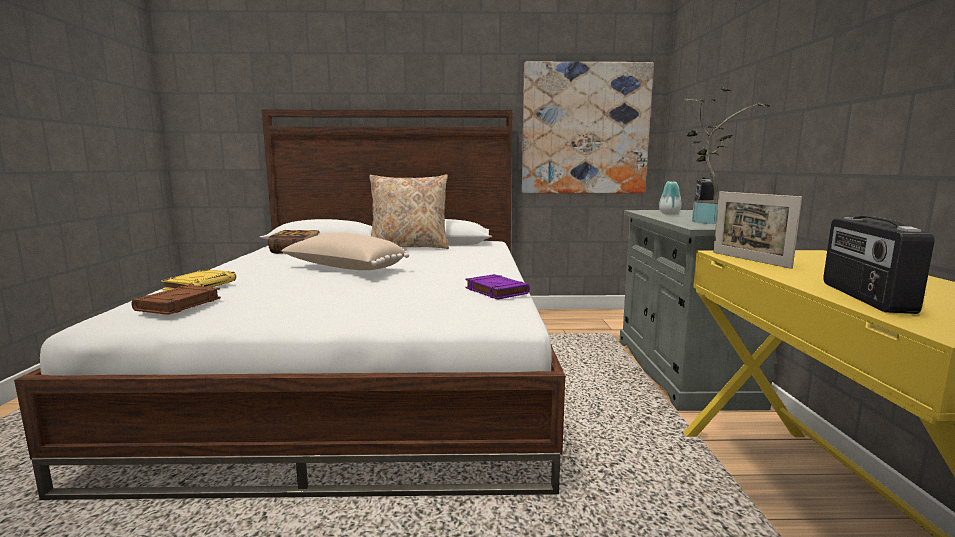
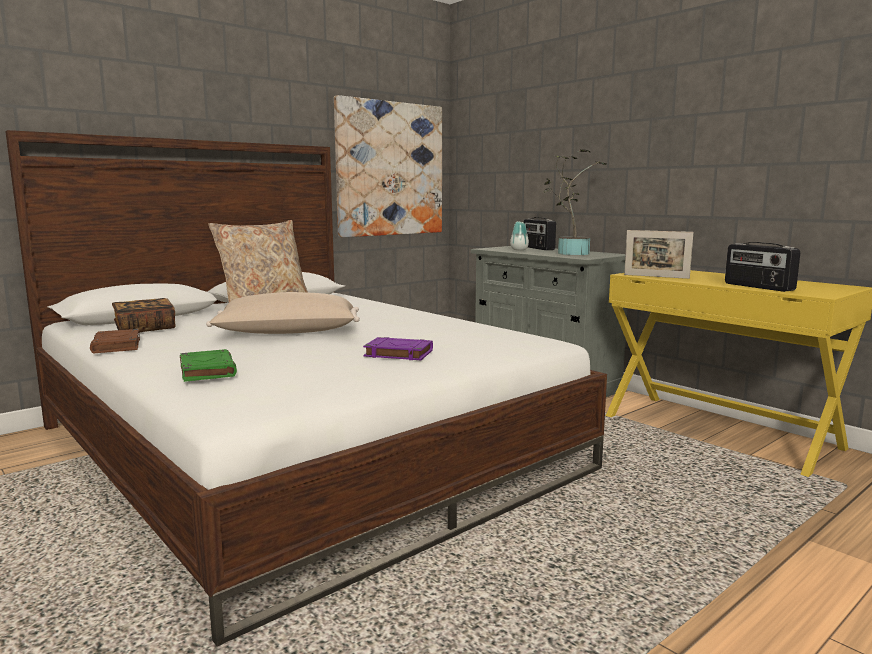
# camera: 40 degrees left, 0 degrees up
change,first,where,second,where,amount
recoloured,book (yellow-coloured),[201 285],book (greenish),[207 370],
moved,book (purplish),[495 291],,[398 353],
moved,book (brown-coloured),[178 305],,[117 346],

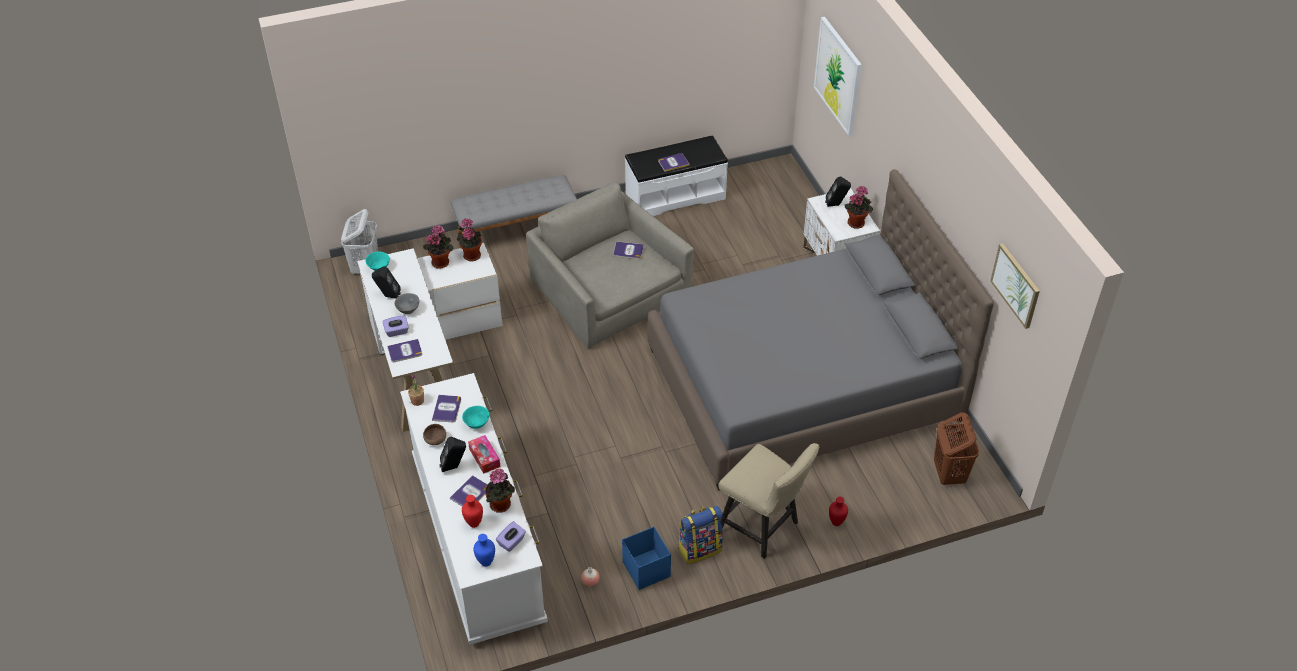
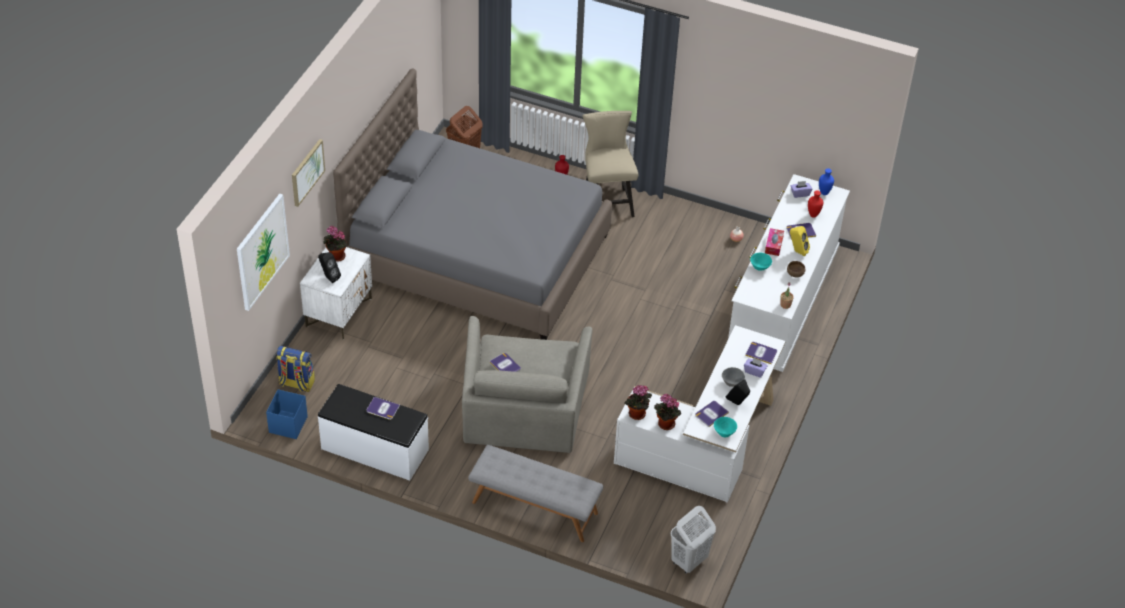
# camera: 140 degrees left, 0 degrees up
change,first,where,second,where,amount
moved,picture,[1016 285],,[307 172],
moved,book,[447 409],,[711 414],
recoloured,loudspeaker (black),[454 467],loudspeaker (yellow-coloured),[797 251],
removed,potted plant,[501 506],,,
moved,knapsack,[699 549],,[296 383],
moved,storage container (bluish),[646 569],,[287 425],

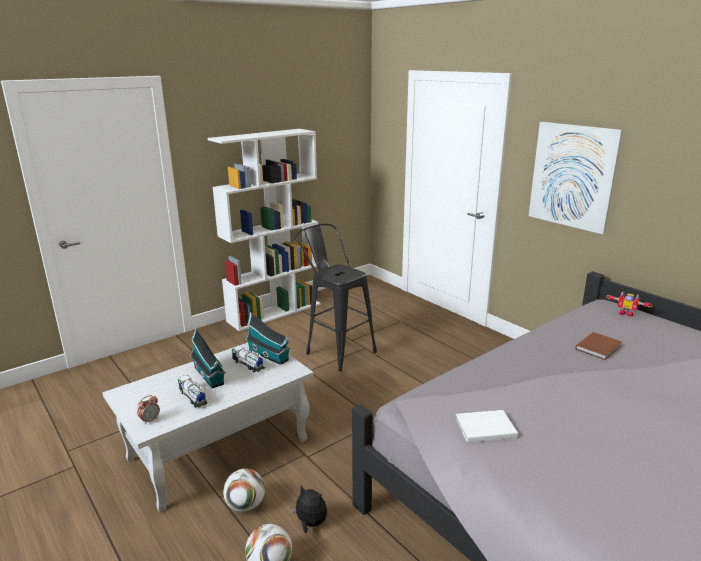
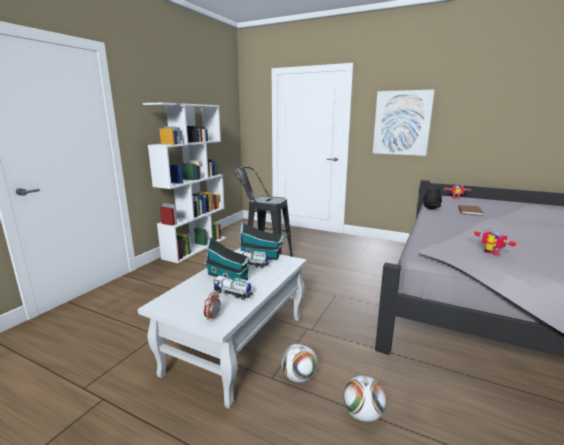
# camera: 25 degrees left, 5 degrees down
change,first,where,second,where,amount
replaced,book (white),[483 428],toy robot,[490 253],
moved,soft toy,[310 523],,[431 209],

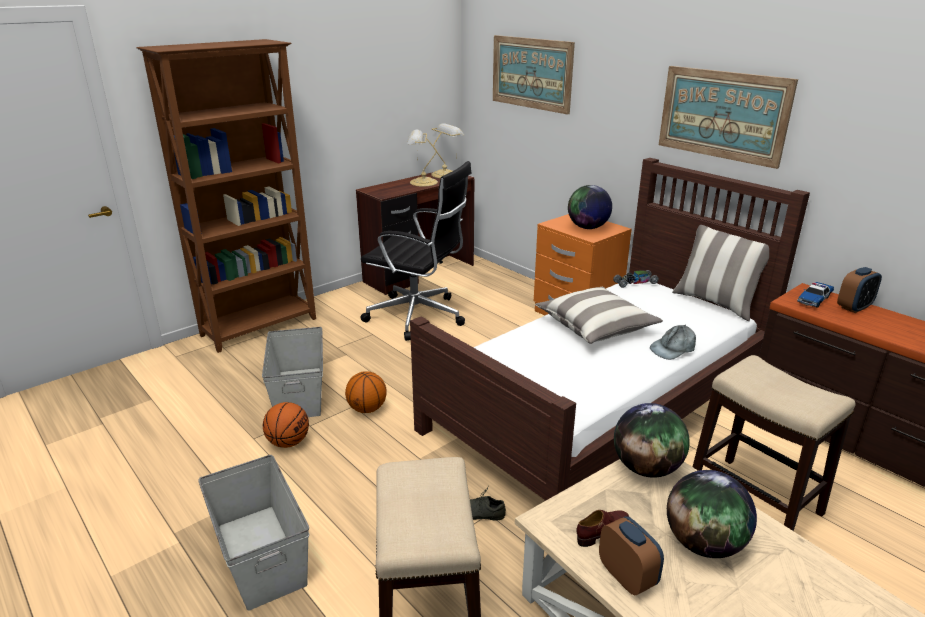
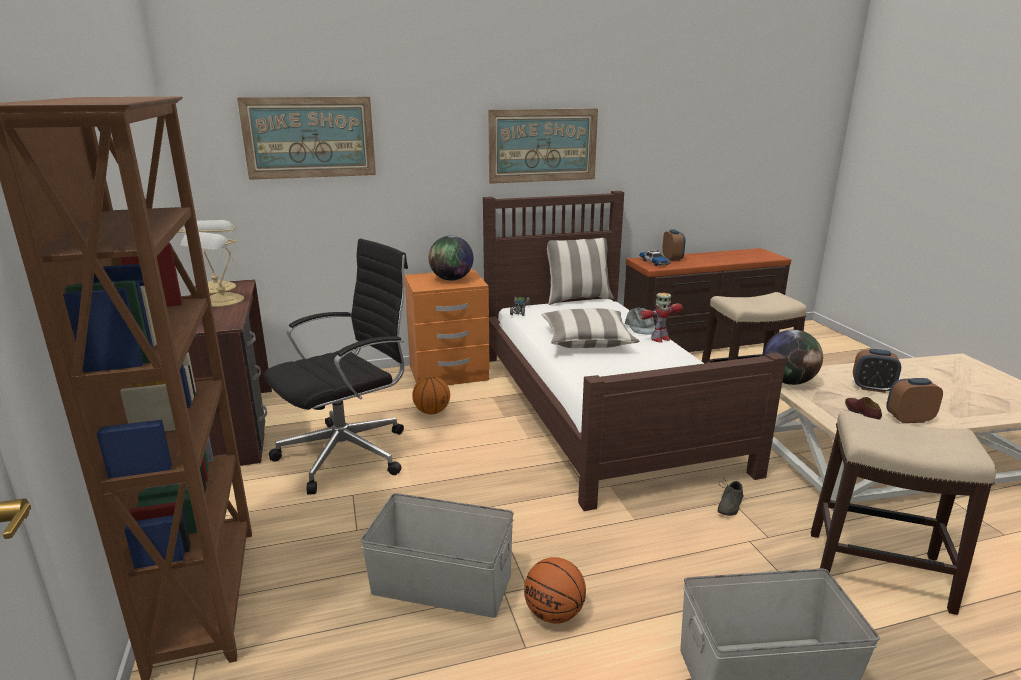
# camera: 65 degrees left, 5 degrees down
change,first,where,second,where,amount
moved,basketball ball,[367 409],,[432 412],
replaced,desk globe,[704 544],alarm clock,[872 388],
added,,,toy robot,[659 339],

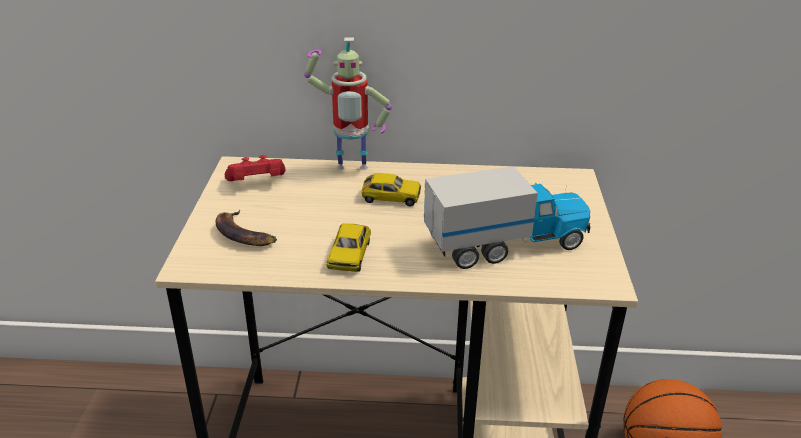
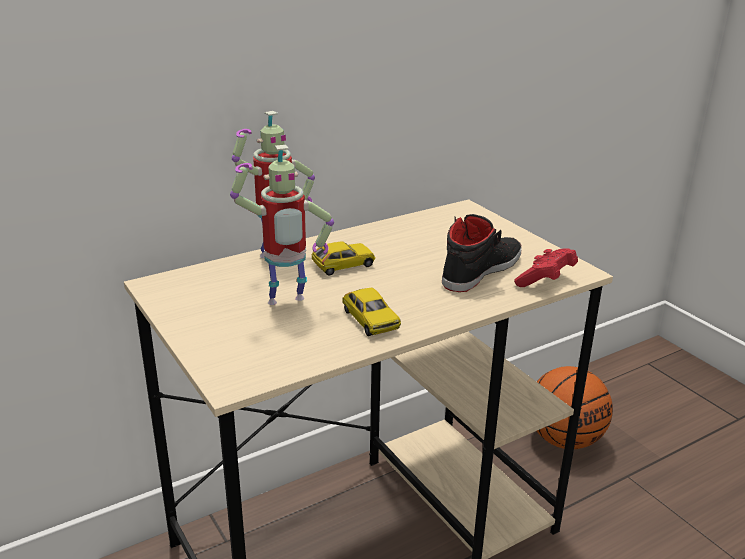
# camera: 35 degrees left, 5 degrees down
change,first,where,second,where,amount
moved,joypad (red-coloured),[256 183],,[545 281],
replaced,toy truck,[506 244],shoe (black),[481 269],
removed,whole banana,[244 234],,,
added,,,toy robot,[286 303],

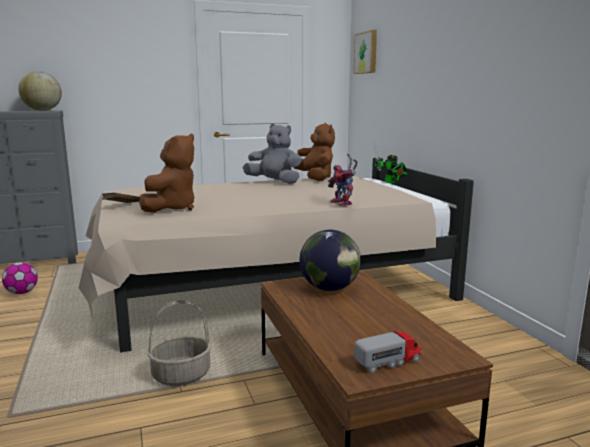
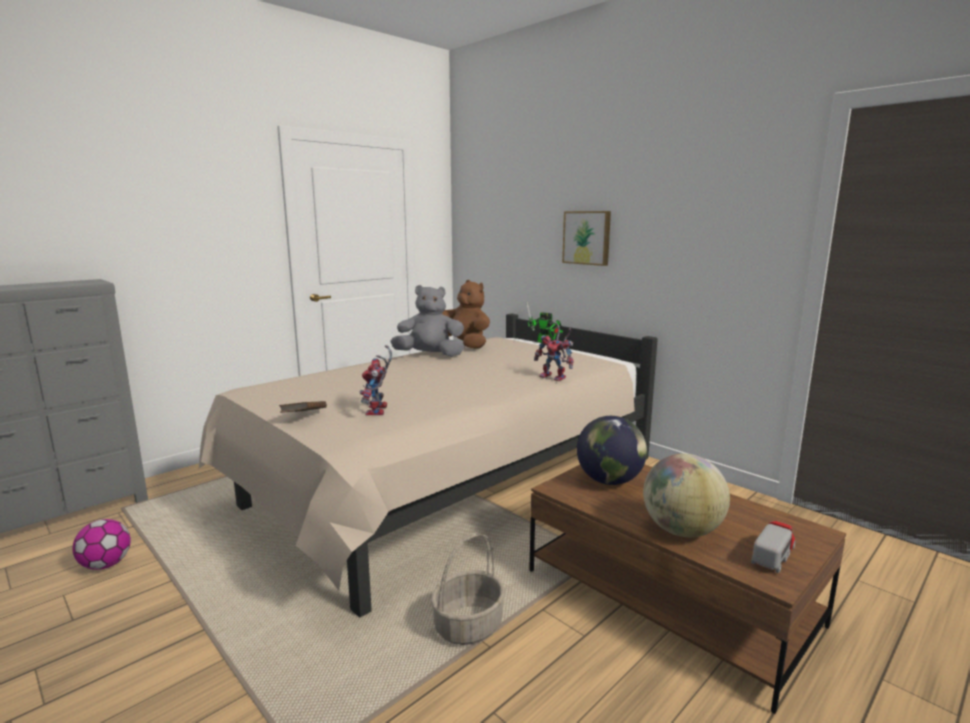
# camera: 25 degrees left, 0 degrees up
change,first,where,second,where,amount
moved,picture,[366 52],,[587 237],
moved,desk globe,[42 110],,[681 530],
replaced,soft toy (brown-coloured),[172 208],toy robot,[378 411],

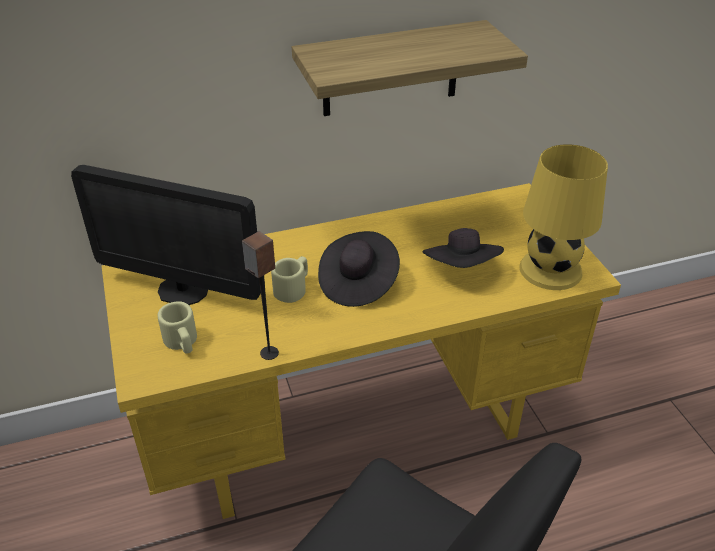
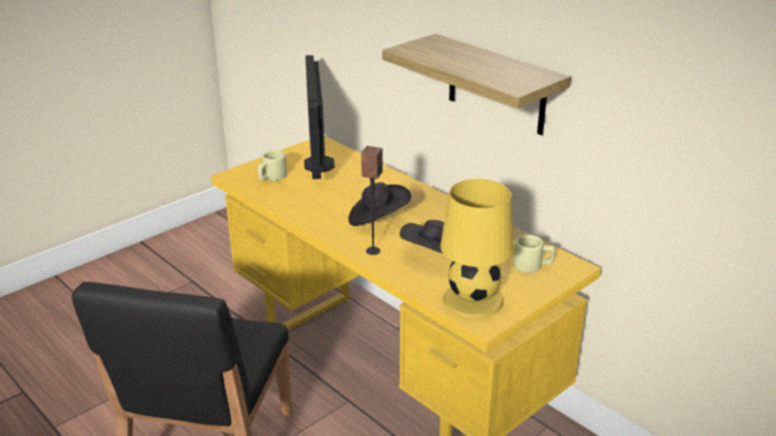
# camera: 65 degrees right, 10 degrees down
change,first,where,second,where,amount
moved,loudspeaker,[269 353],,[372 251],
moved,tea mug (beige),[293 288],,[532 266],

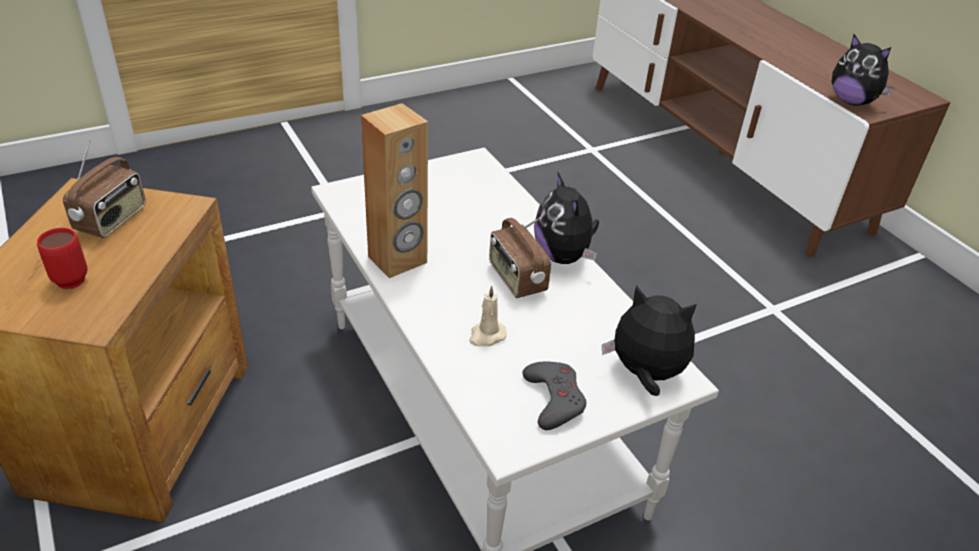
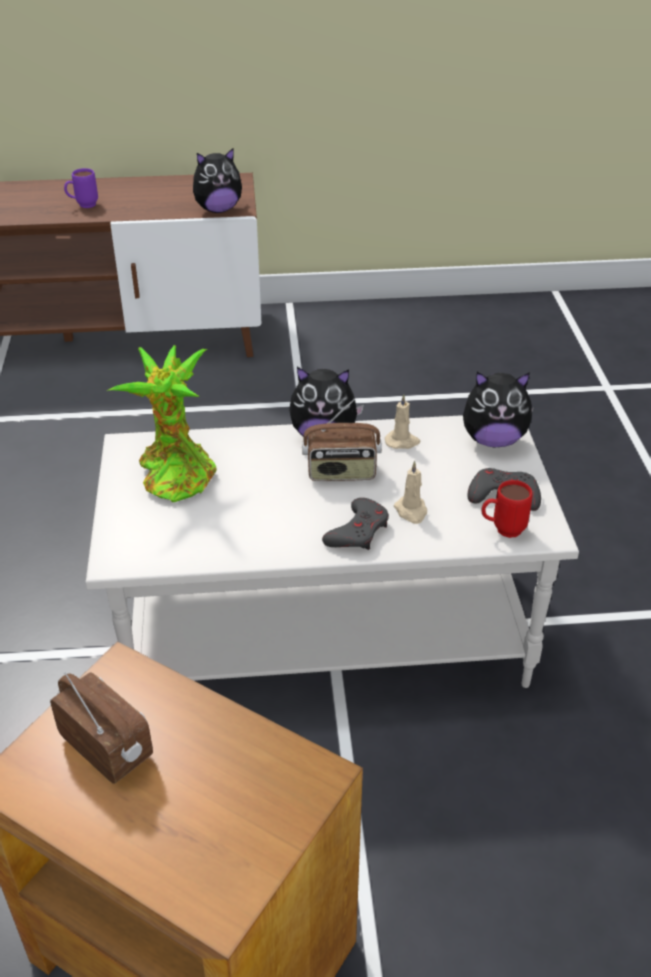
# camera: 65 degrees left, 0 degrees up
change,first,where,second,where,amount
removed,loudspeaker (brown-coloured),[398 260],,,
moved,tea mug (red-coloured),[70 277],,[502 530],
turned,soft toy,[645 374],,[493 440],135 degrees counterclockwise
added,,,tea mug (purplish),[83 206],
added,,,potted plant,[175 473],
added,,,wax light (beige),[402 442],
added,,,joypad (greyish),[358 531],

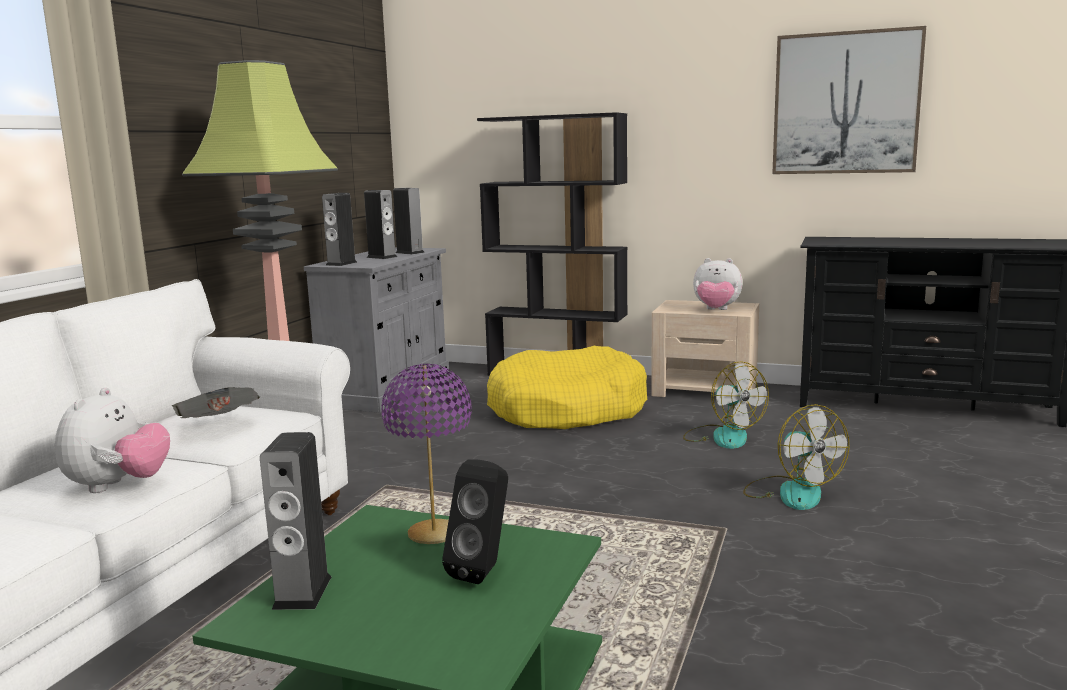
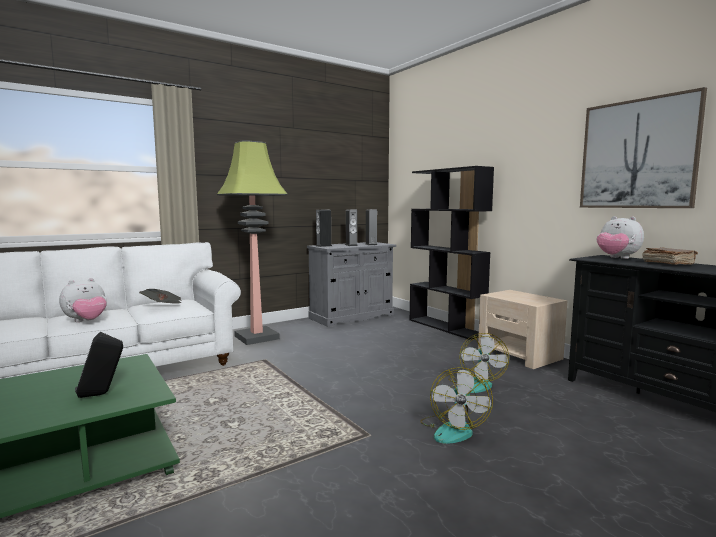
# camera: 35 degrees right, 5 degrees down
change,first,where,second,where,amount
moved,soft toy,[716 310],,[617 258],
removed,pet bed (yellow-coloured),[566 410],,,
removed,lamp for a table (purplish),[434 534],,,
removed,loudspeaker,[302 592],,,
added,,,book (brown-coloured),[667 264],

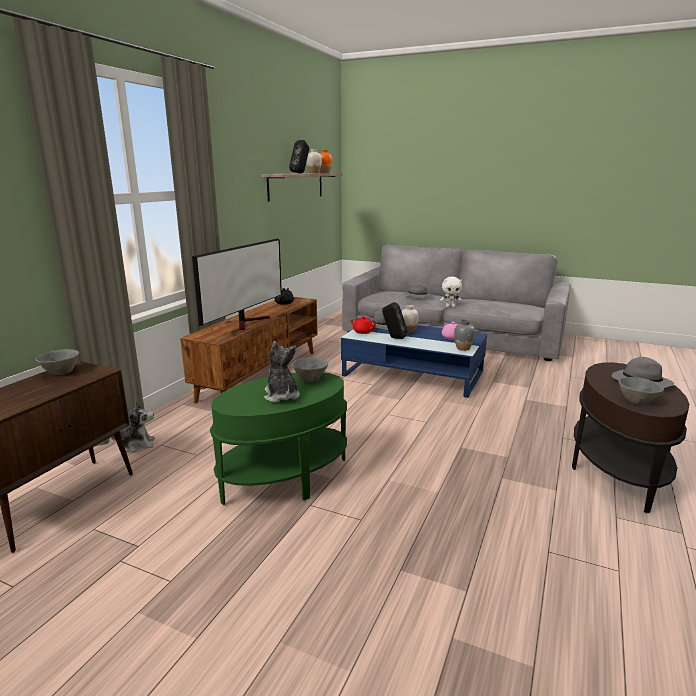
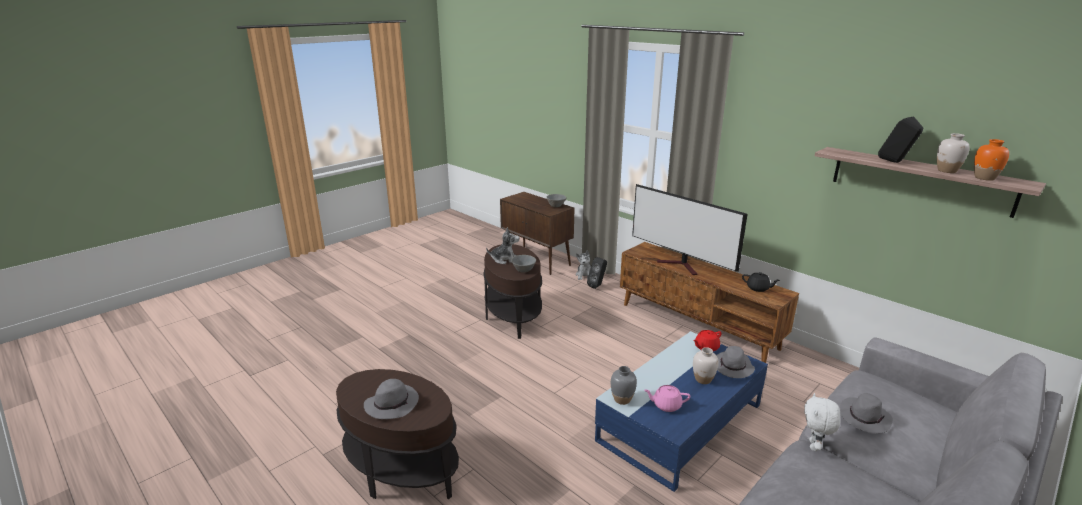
# camera: 110 degrees right, 5 degrees up
change,first,where,second,where,amount
moved,loudspeaker (black),[393 338],,[597 286],
recoloured,accent table (greenish),[285 478],accent table (brown-coloured),[513 315],
removed,bowl (greyish),[638 401],,,

